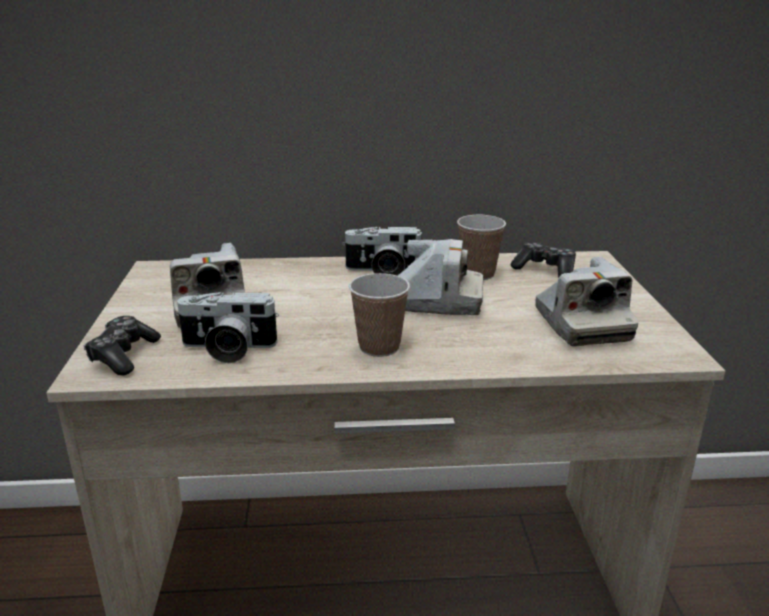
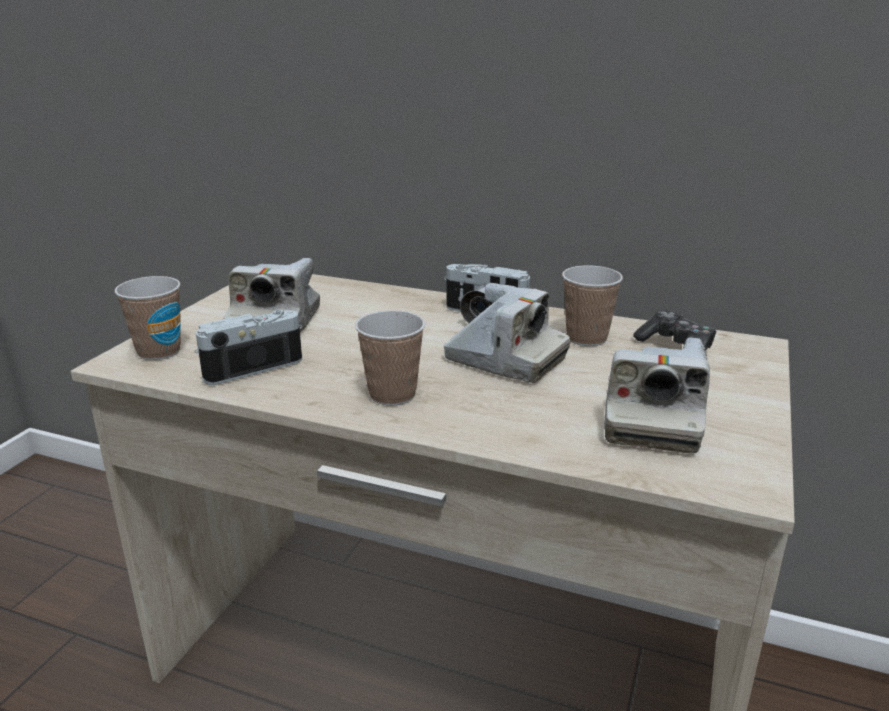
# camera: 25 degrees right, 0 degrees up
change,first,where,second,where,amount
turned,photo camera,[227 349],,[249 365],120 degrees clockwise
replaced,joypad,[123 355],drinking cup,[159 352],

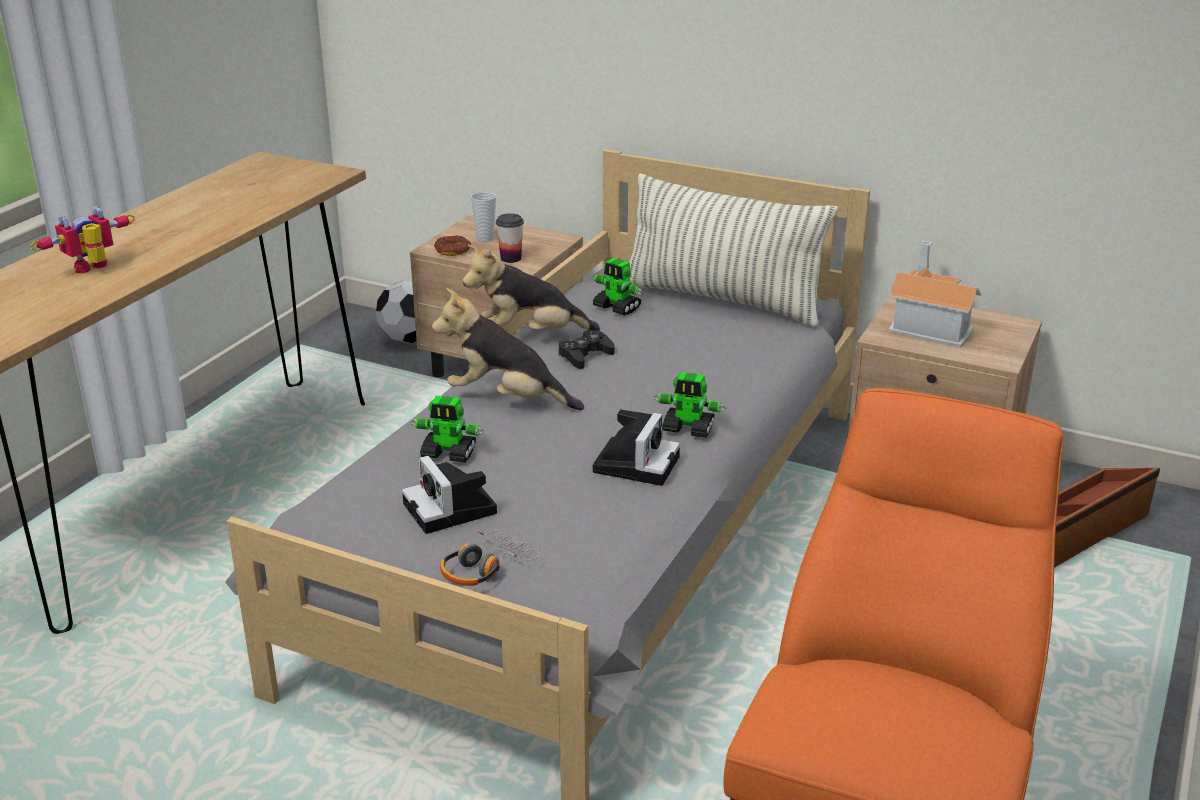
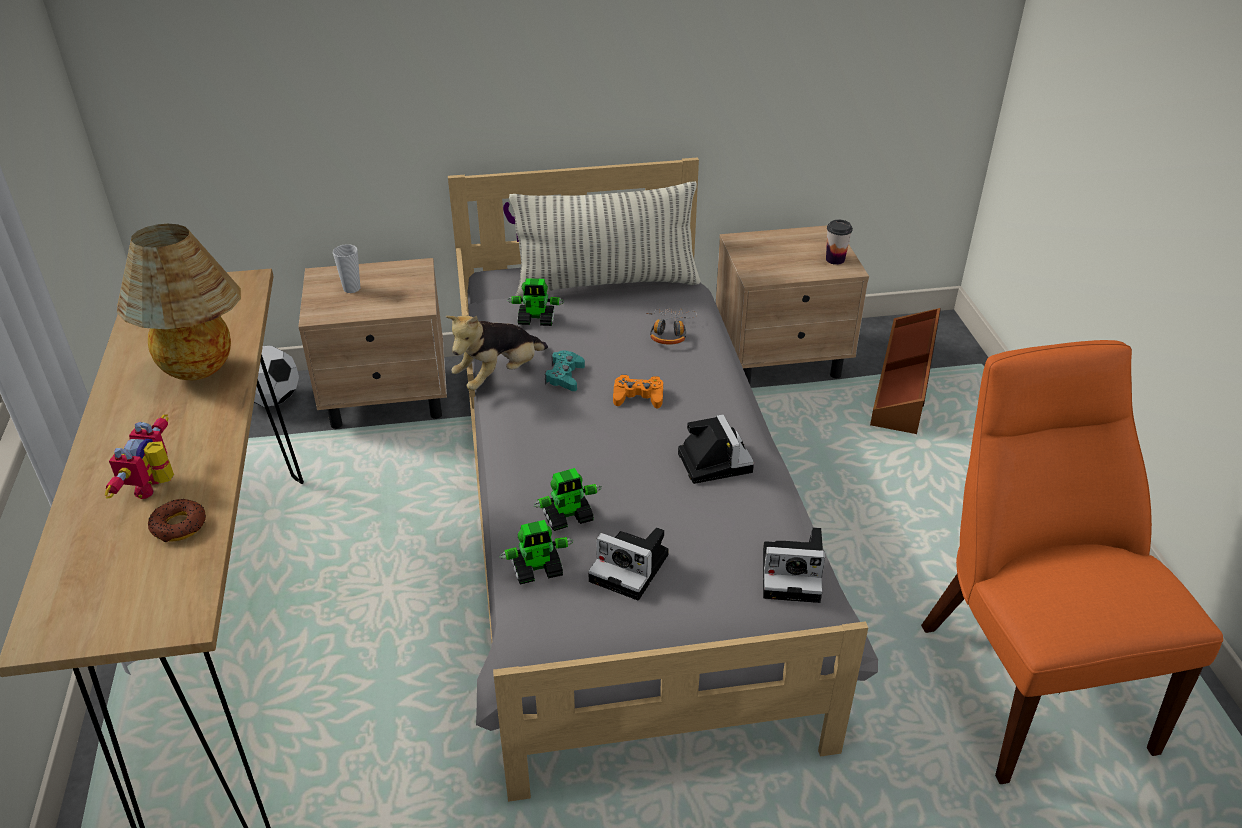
# camera: 35 degrees left, 10 degrees up
change,first,where,second,where,amount
moved,drinking cup,[510 258],,[835 259],
moved,doughnut,[452 250],,[179 526],
removed,toy house,[927 323],,,
removed,soft toy,[507 399],,,
recoloured,joypad (black),[585 355],joypad (turquoise),[565 376],
moved,toy robot,[689 429],,[538 570],
moved,headphones,[484 567],,[669 331],
added,,,lamp for a table,[202 372],
added,,,joypad (orange),[638 397],
added,,,photo camera,[794 573],

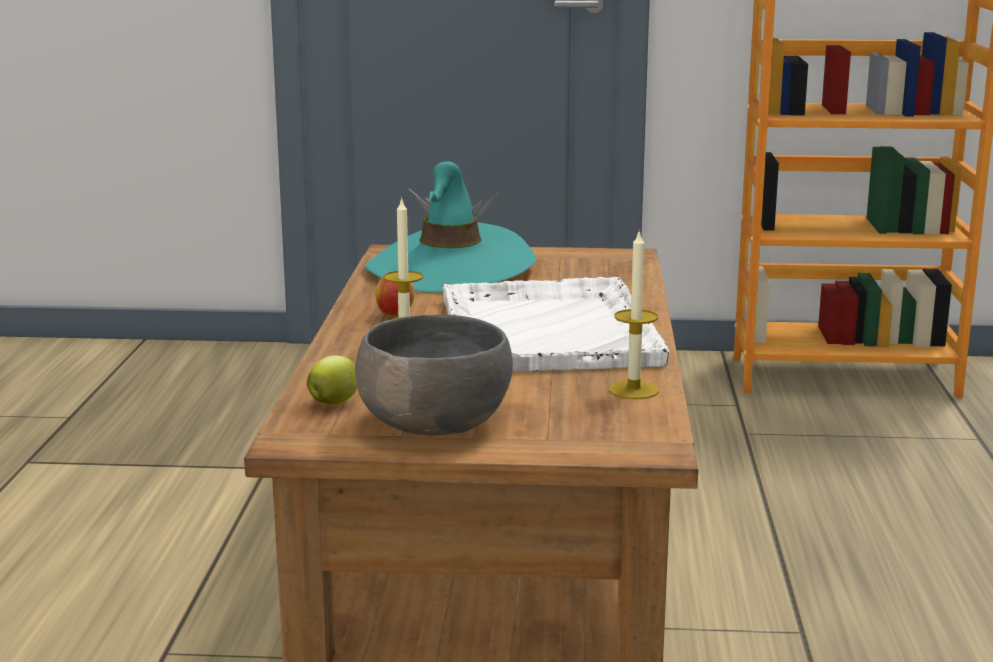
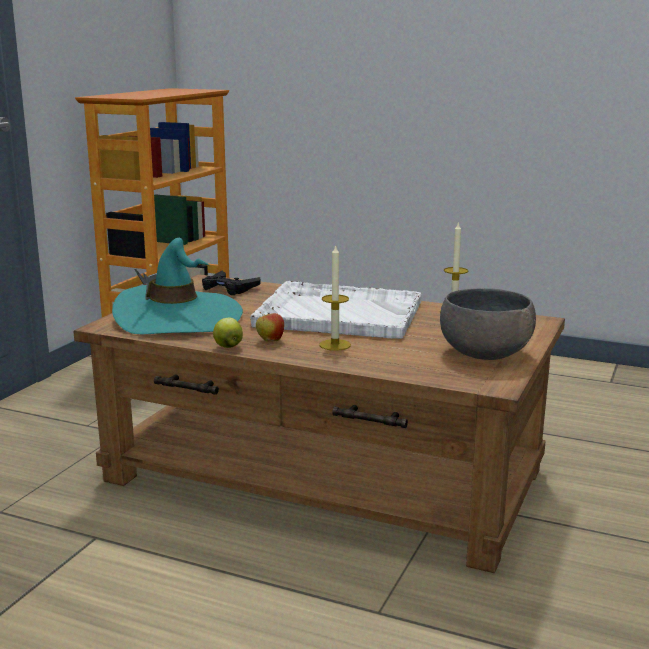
# camera: 70 degrees left, 0 degrees up
change,first,where,second,where,amount
moved,apple,[335 402],,[228 346],
added,,,joypad (black),[229 288],

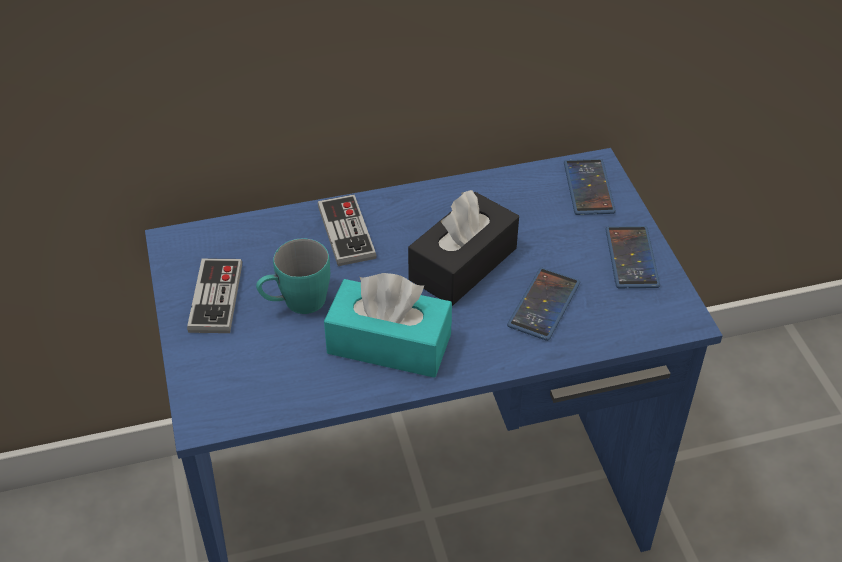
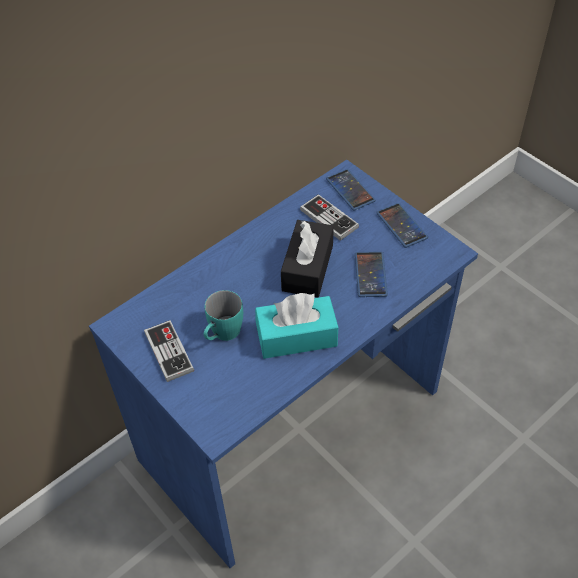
# camera: 25 degrees left, 5 degrees up
change,first,where,second,where,amount
moved,joypad,[346 232],,[329 219],

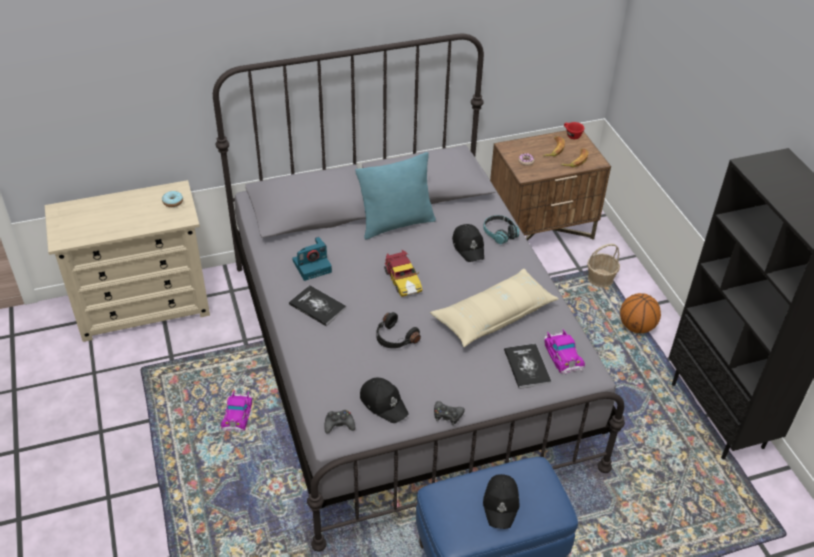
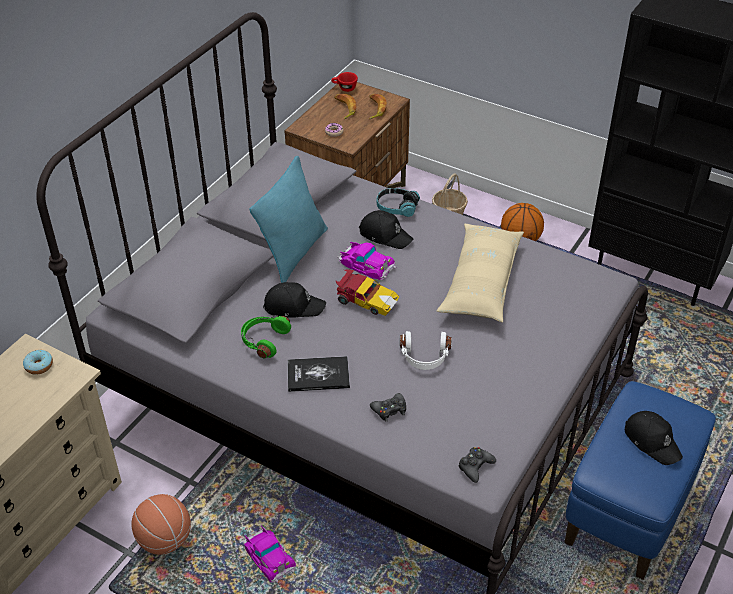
# camera: 40 degrees left, 0 degrees up
change,first,where,second,where,amount
replaced,photo camera,[312 266],headphones (greenish),[264 340],
recoloured,headphones (black),[394 338],headphones (white),[425 357],
moved,model car,[562 354],,[366 264],
removed,book,[527 367],,,
moved,baseball cap (black),[384 403],,[293 306],
moved,joypad (black),[447 415],,[389 410],
added,,,basketball ball,[164 540],

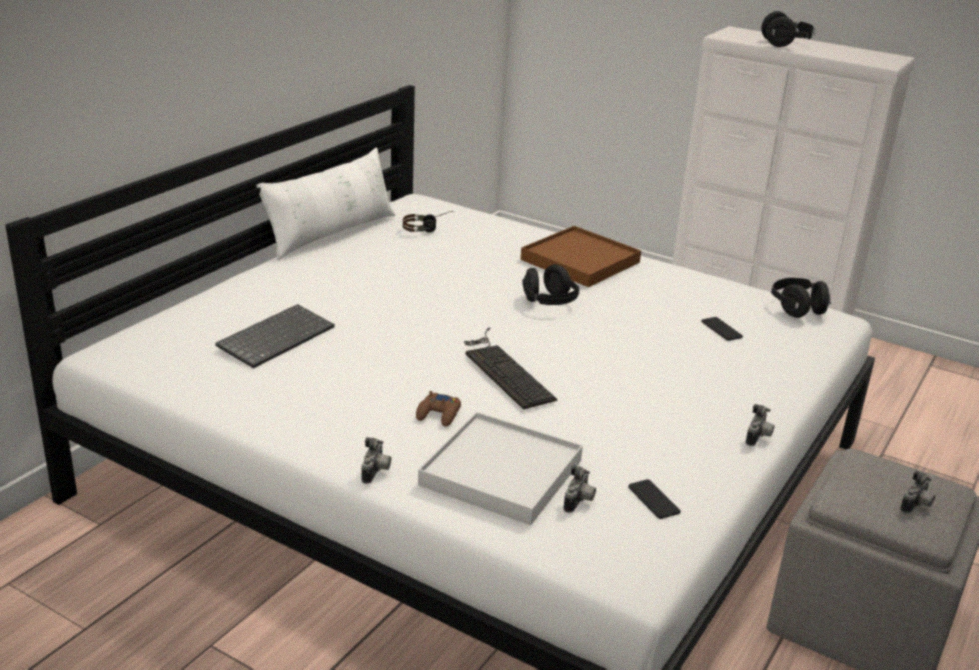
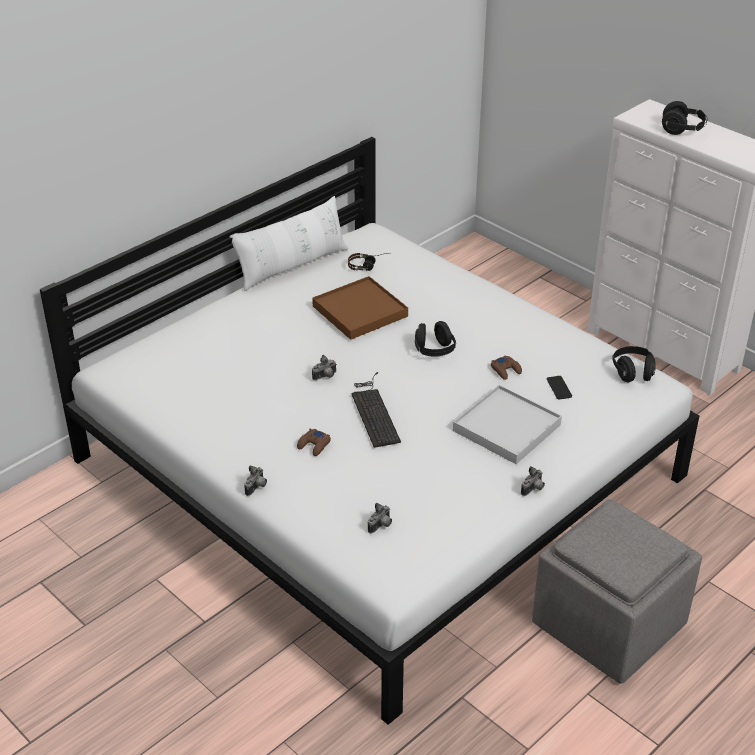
# camera: 15 degrees right, 10 degrees up
change,first,where,second,where,amount
moved,tray (brown-coloured),[580 261],,[360 311],
removed,PC keyboard,[276 337],,,
moved,tray (white),[500 473],,[506 428],
moved,photo camera,[916 506],,[325 377],
removed,handset,[653 500],,,
added,,,joypad (brown-coloured),[506 370],

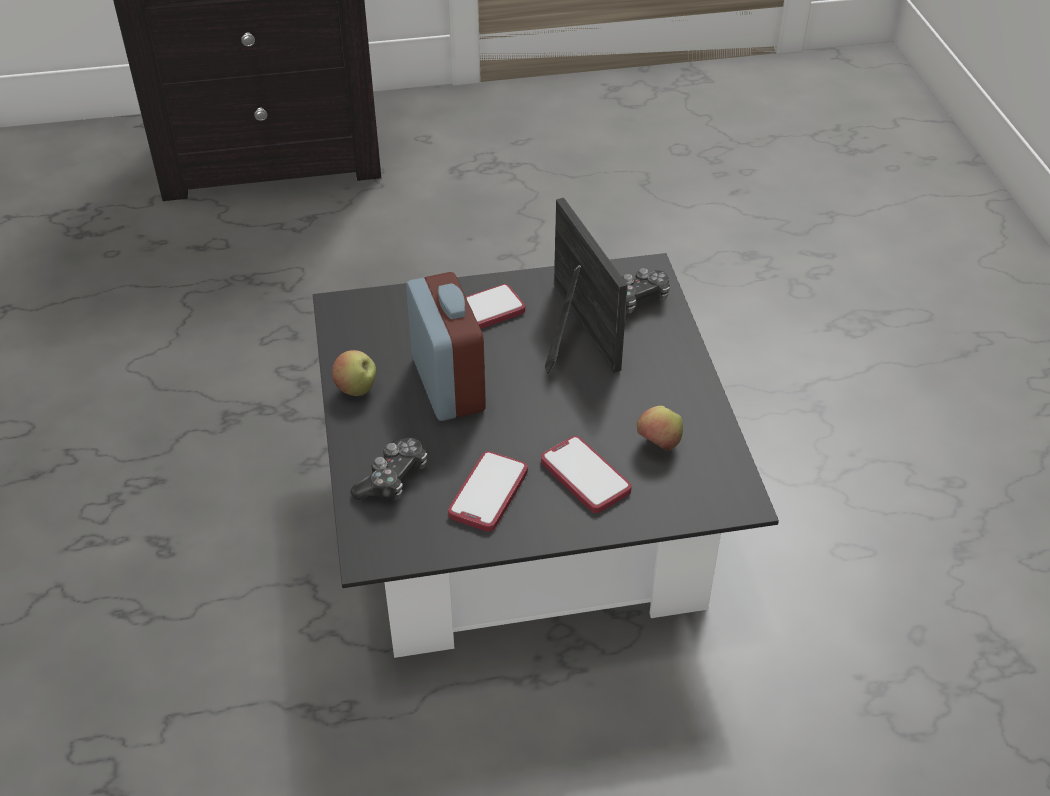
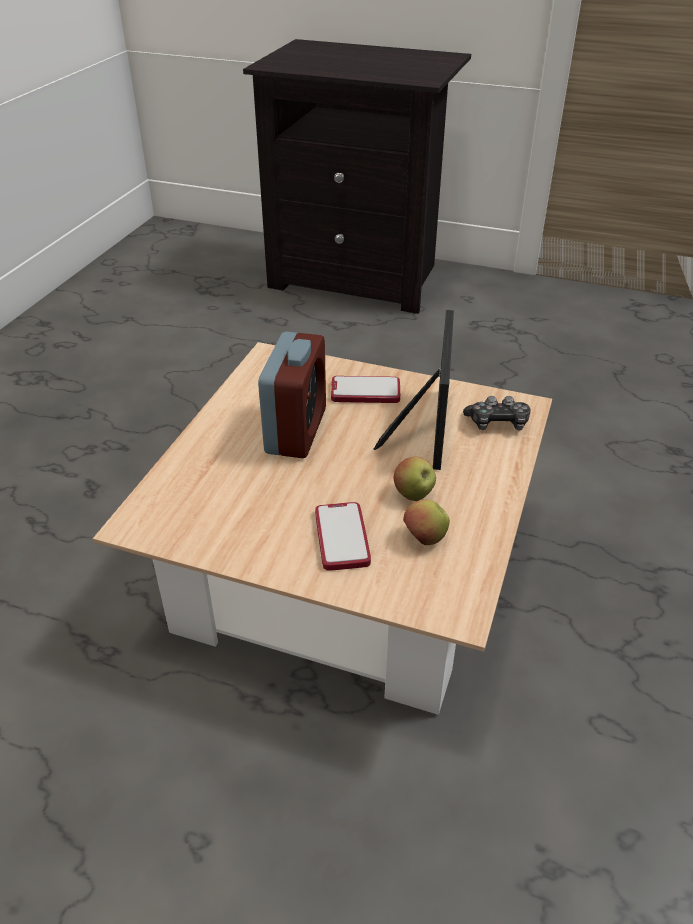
# camera: 30 degrees right, 5 degrees down
change,first,where,second,where,amount
recoloured,lounge table (black),[524 513],lounge table (beige),[346 571],
moved,apple,[357 389],,[414 494],
removed,joypad,[393 479],,,
removed,handset,[488 493],,,

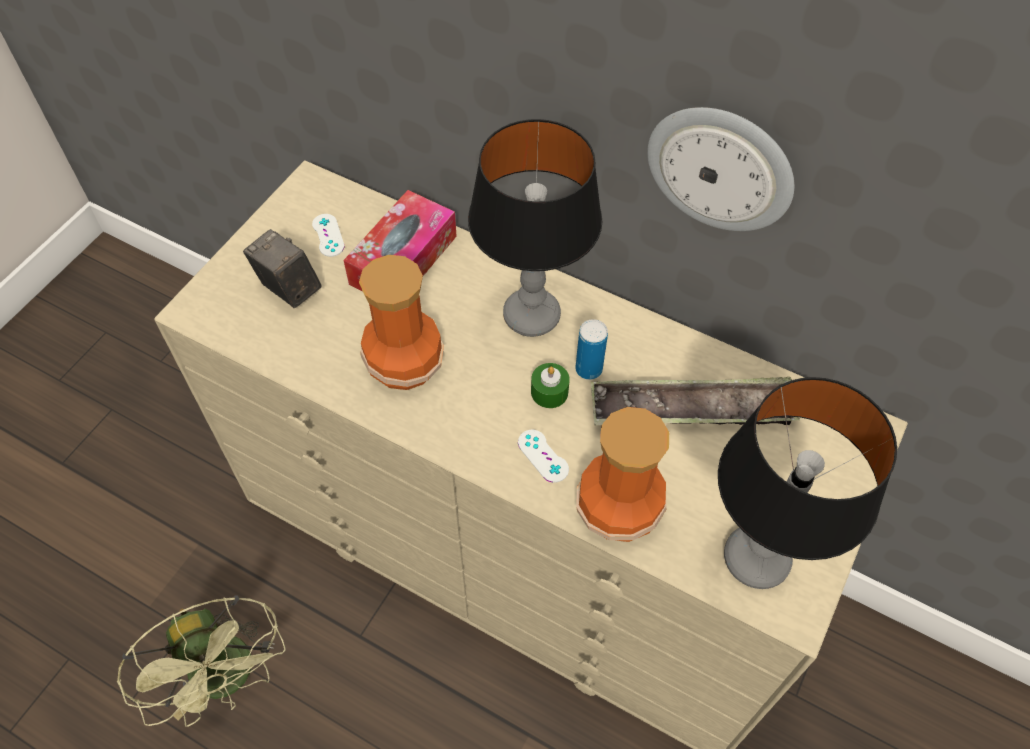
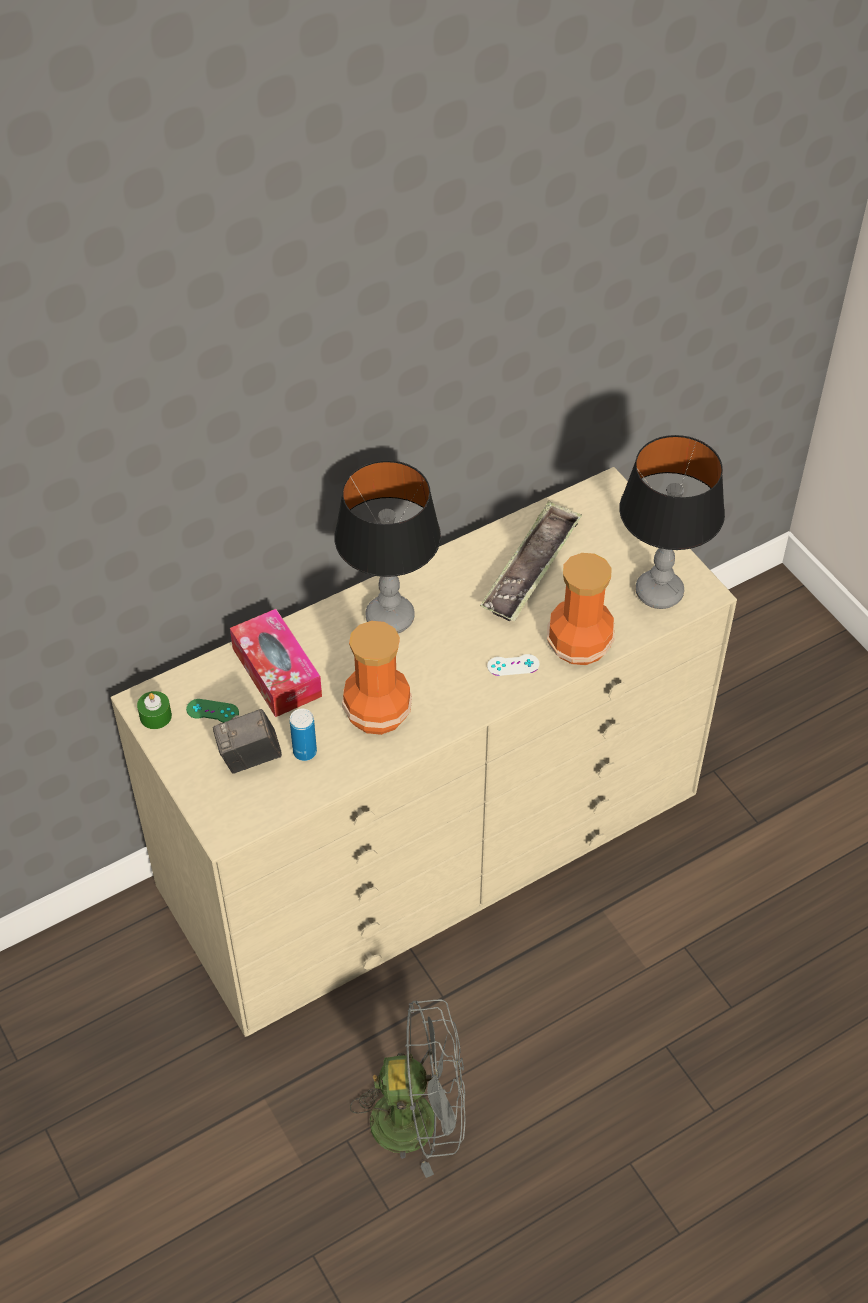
# camera: 60 degrees left, 5 degrees down
change,first,where,second,where,amount
removed,clock on the wall,[720 168],,,
recoloured,joypad (white),[328 235],joypad (greenish),[212 711],
moved,sealed can,[588 369],,[305 752],
moved,wax light (greenish),[549 392],,[155 716],
recoloured,fan (greenish),[229 679],fan (greyish),[419 1118],

